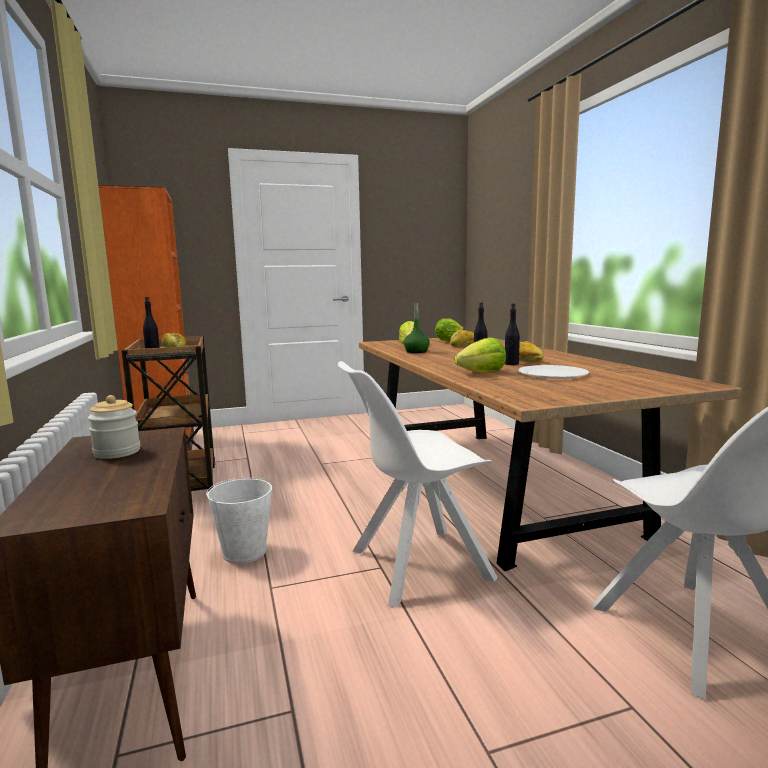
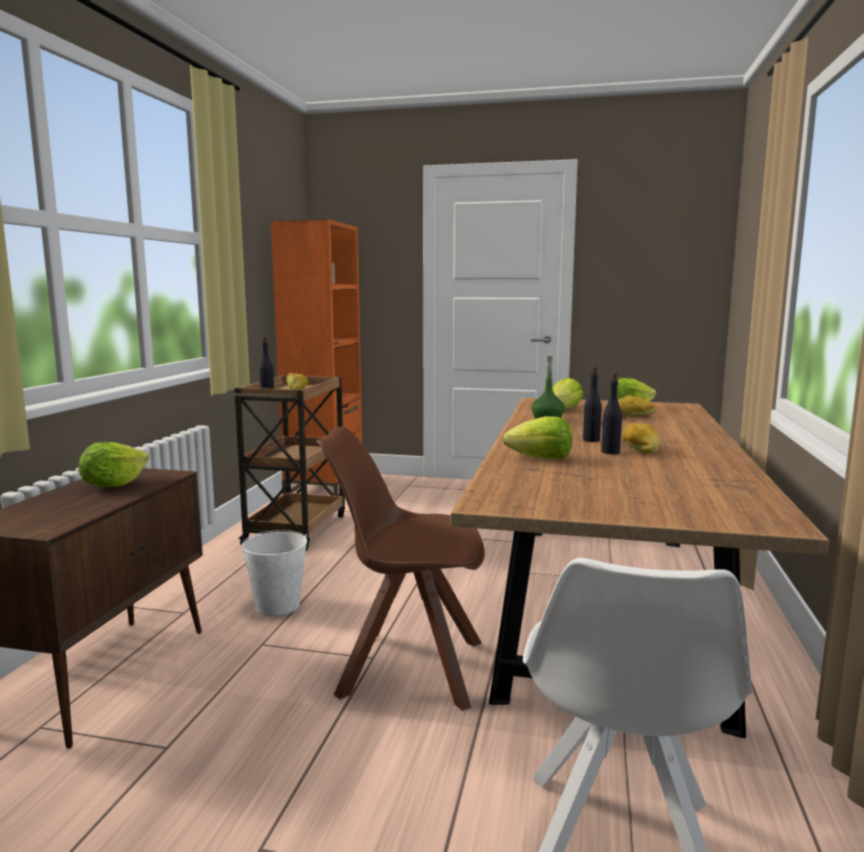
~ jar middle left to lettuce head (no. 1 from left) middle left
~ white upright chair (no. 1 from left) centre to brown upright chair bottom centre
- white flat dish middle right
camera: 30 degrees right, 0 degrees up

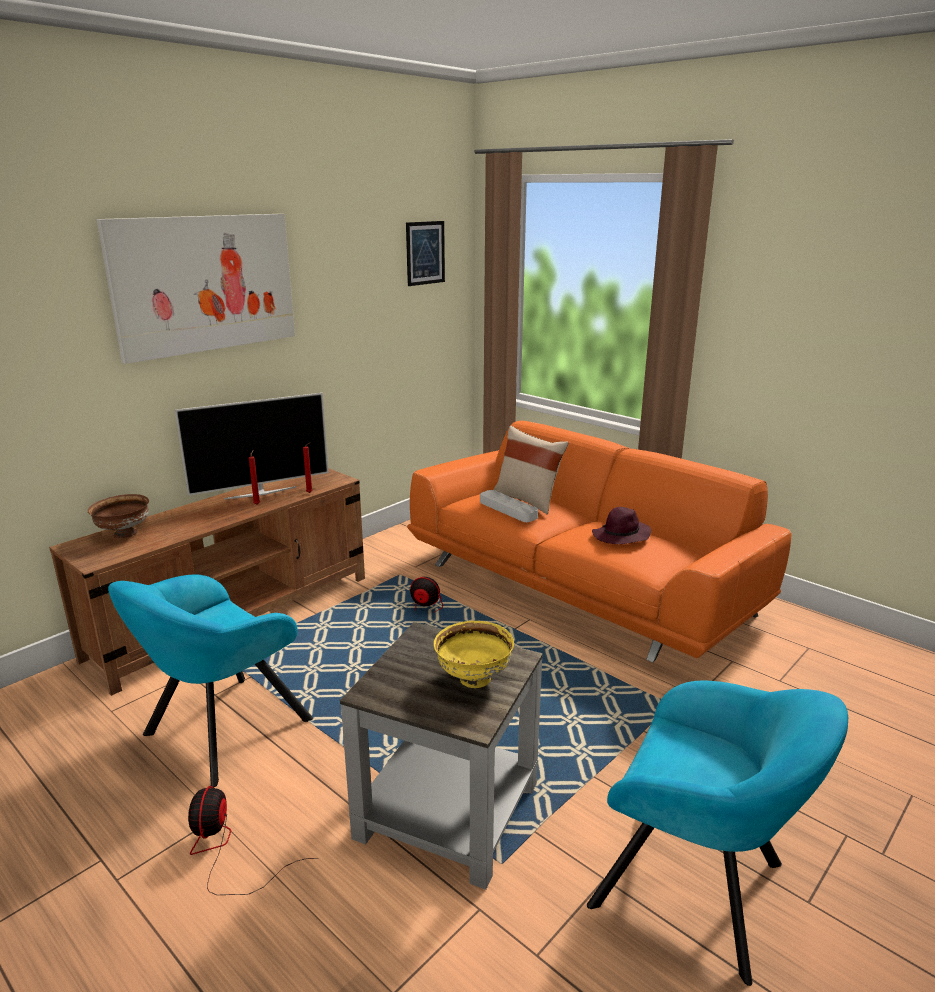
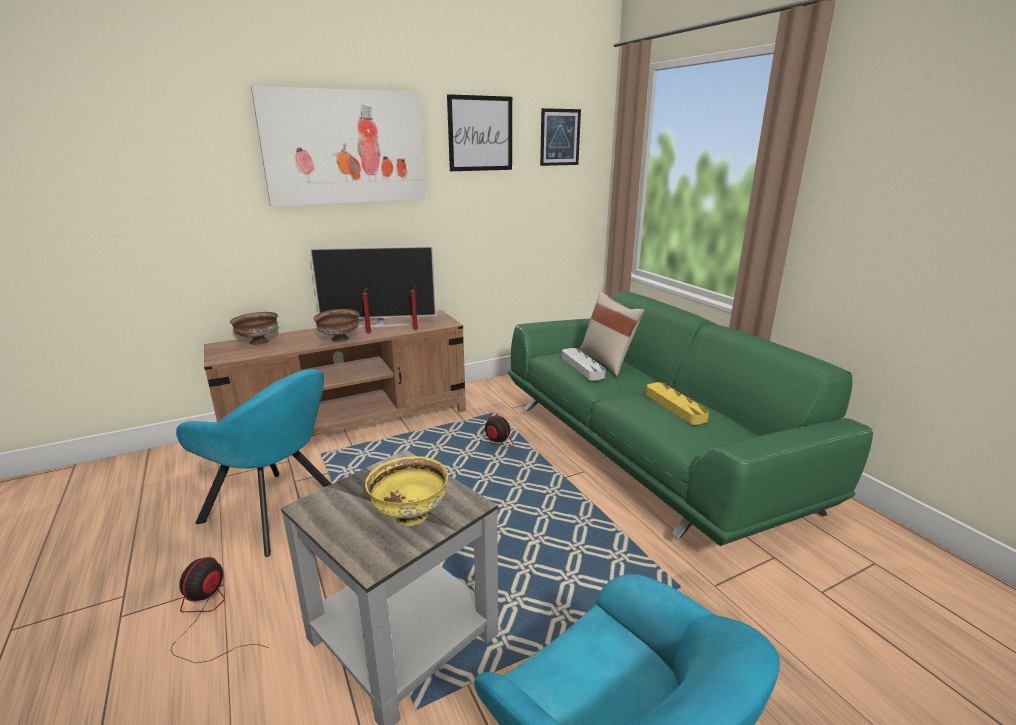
~ turquoise armchair (no. 1 from left) bottom left = middle left 120 degrees counterclockwise
+ brown serving bowl (no. 2 from left) middle left
+ picture (no. 2 from left) top centre
~ orange-coloured settee centre to green settee middle right
~ purple hat centre to yellow serving tray centre
camera: 20 degrees right, 0 degrees up

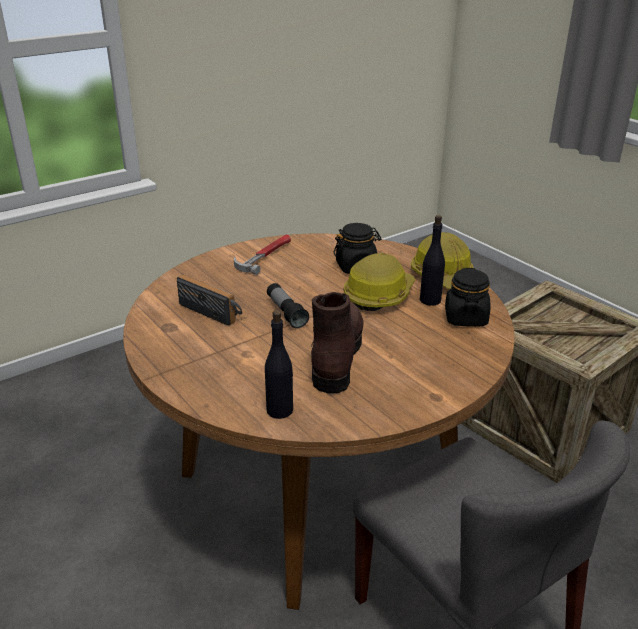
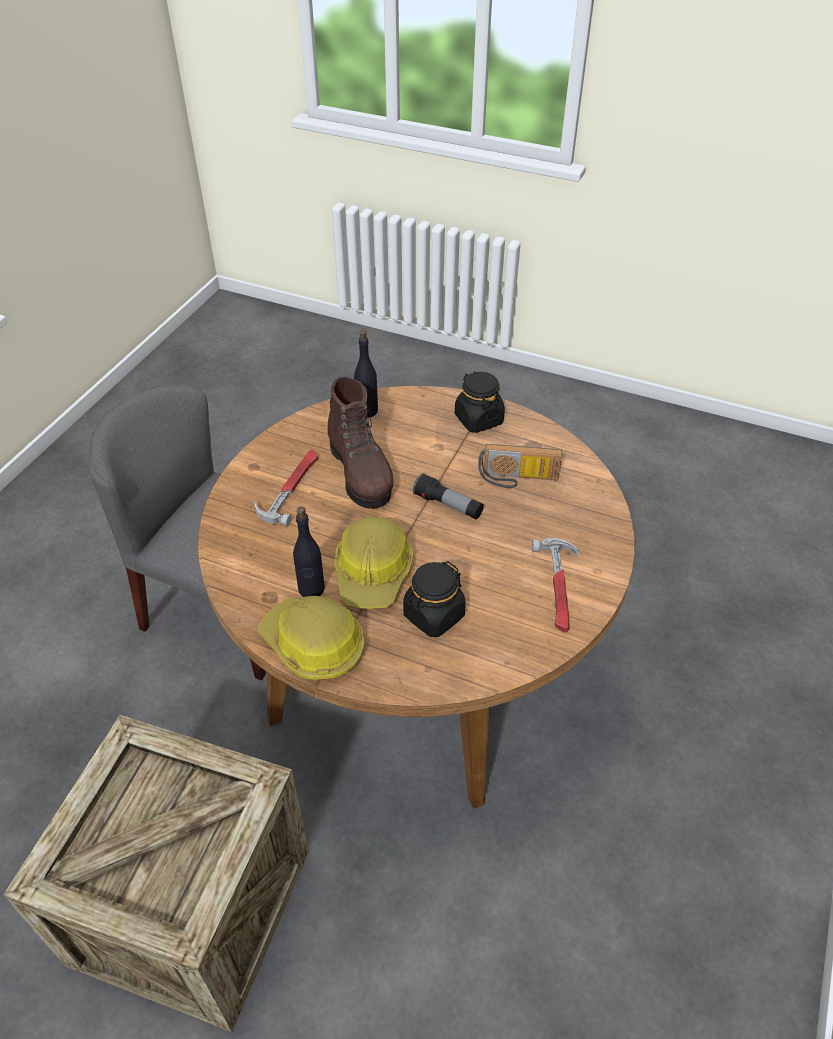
+ hand hammer (no. 1 from left) centre
~ black jar (no. 2 from left) middle right to centre
camera: 150 degrees right, 15 degrees up

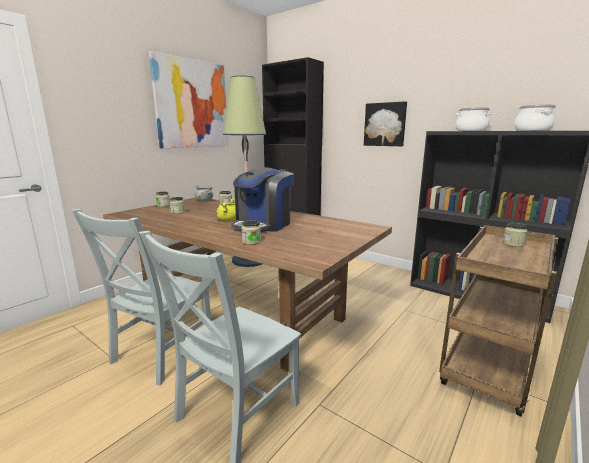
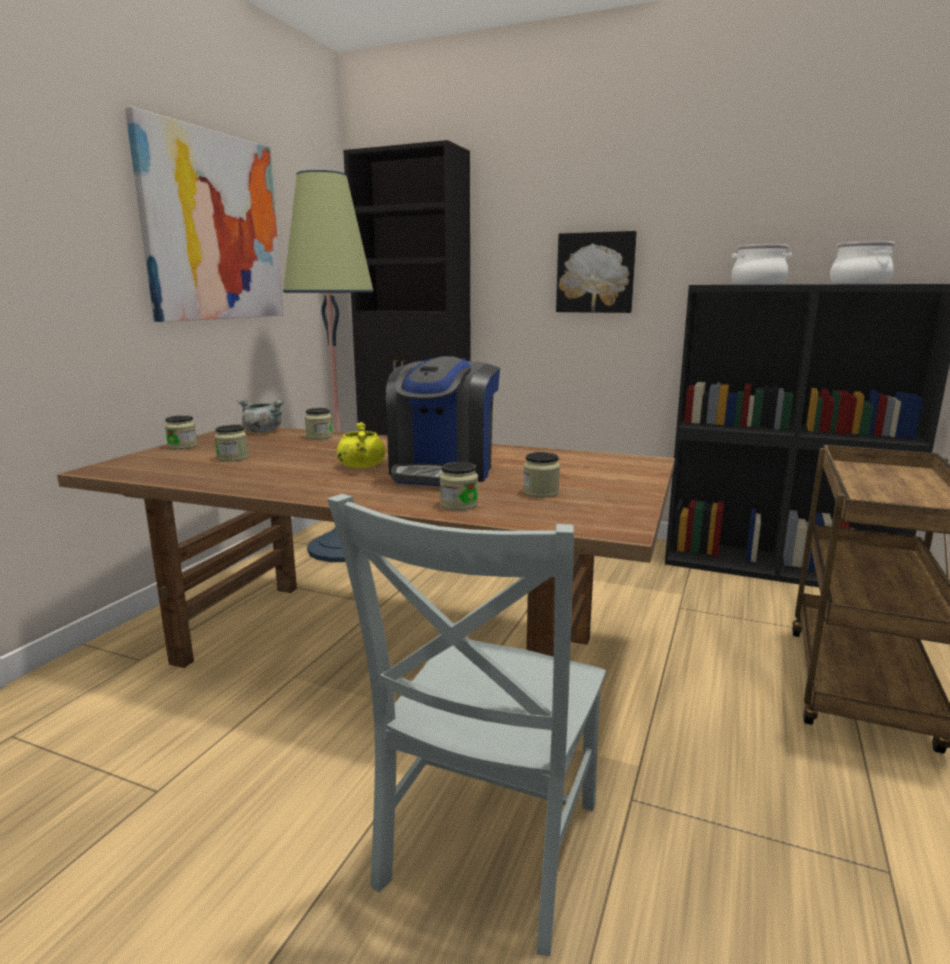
~ jar (no. 5 from left) middle right to centre
- gray upright chair (no. 1 from left) middle left
camera: 15 degrees left, 0 degrees up

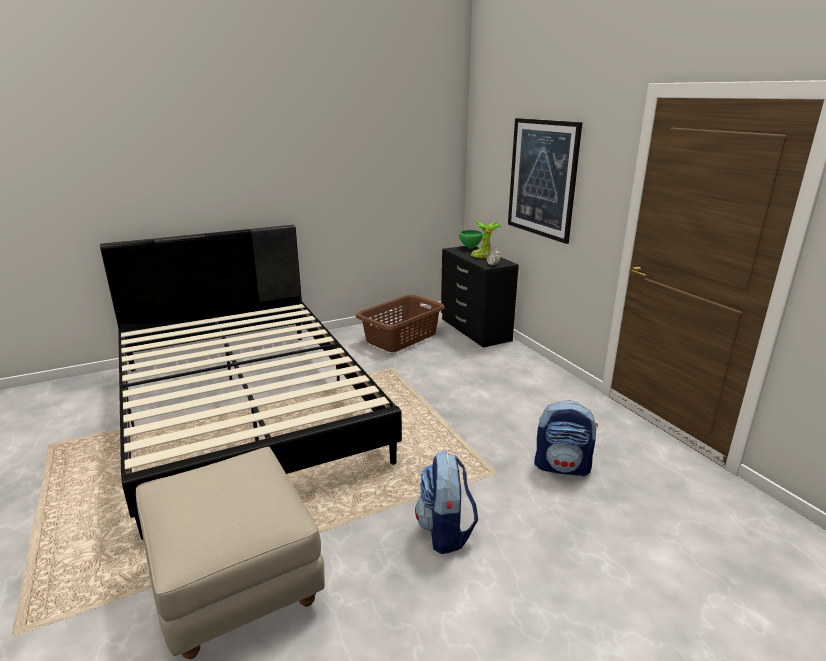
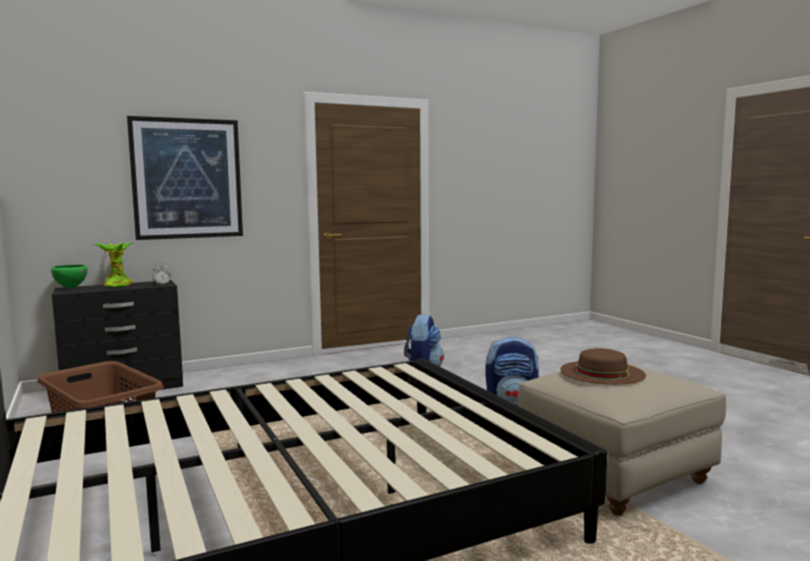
+ brown hat middle right
camera: 90 degrees left, 15 degrees down

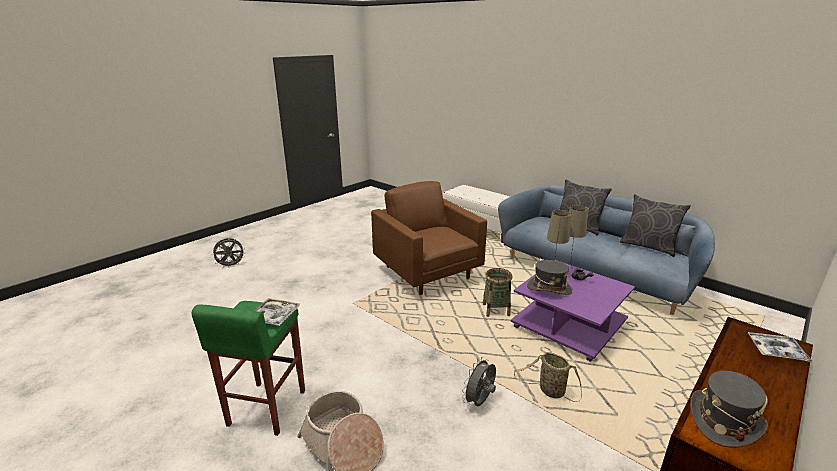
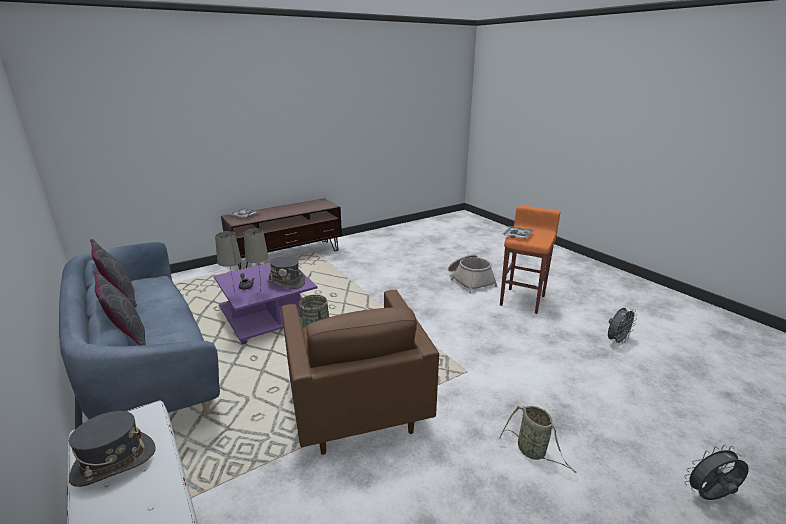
~ gray hat (no. 2 from left in the first image) bottom right to gray hat (no. 1 from left) bottom left
~ household basket (no. 3 from left) bottom centre to bottom right
~ green stool seat bottom left to orange-coloured stool seat middle right
~ gray electric fan (no. 2 from left in the first image) bottom centre to gray electric fan (no. 1 from left) middle right
camera: 165 degrees left, 0 degrees up

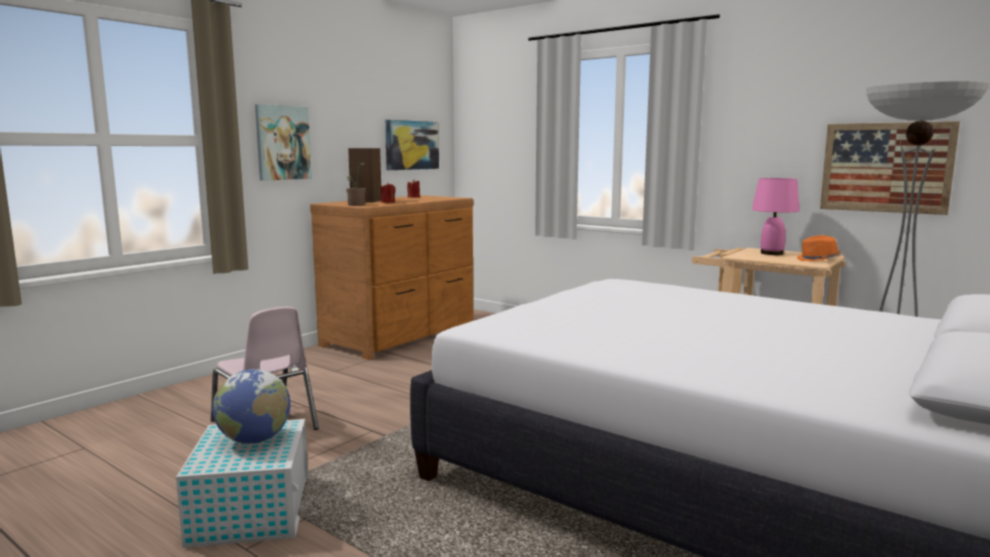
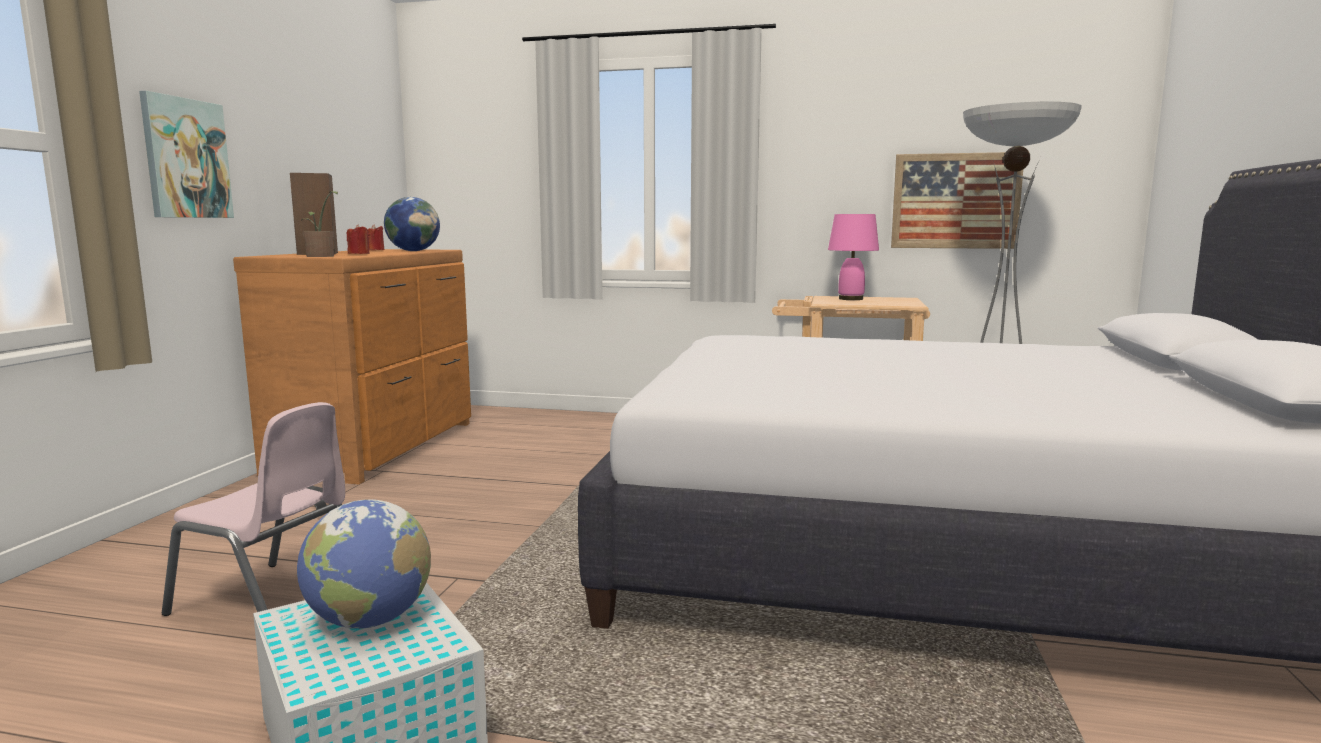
+ world globe (no. 2 from left) top left
- picture (no. 2 from left) top centre
- orange-coloured hat middle right
camera: 25 degrees left, 0 degrees up

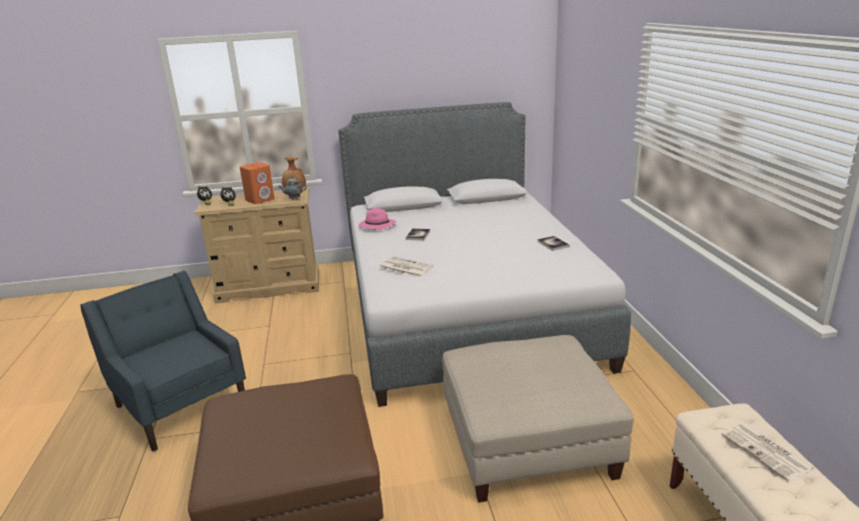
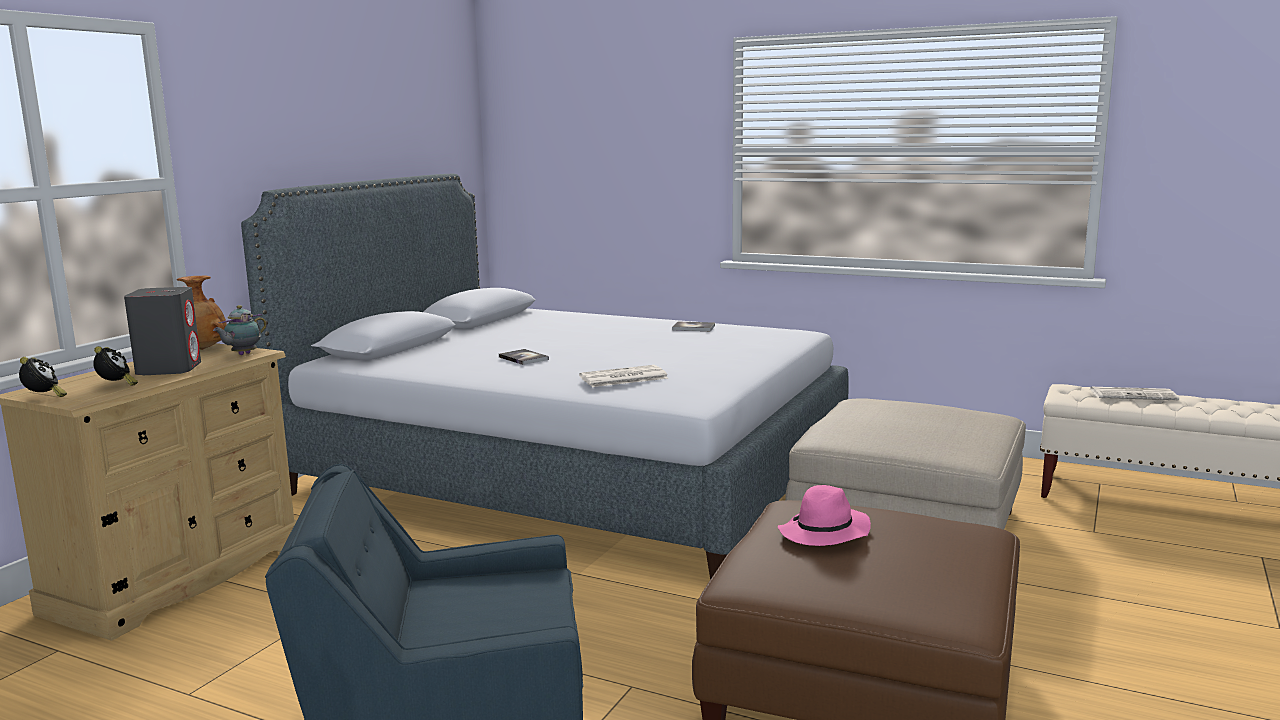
~ orange-coloured speaker middle left to gray speaker middle left
~ pink hat centre to bottom centre
camera: 55 degrees left, 10 degrees down

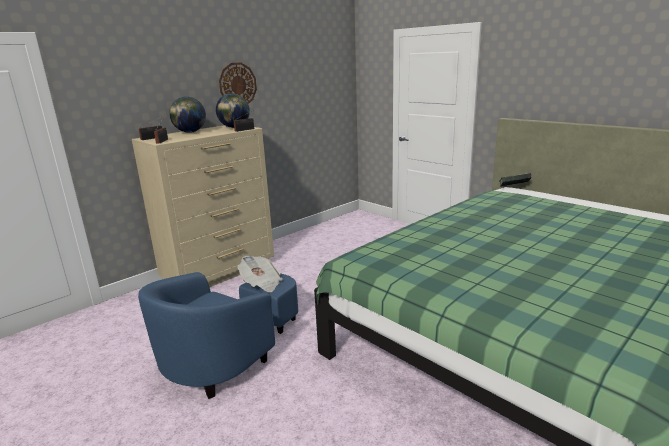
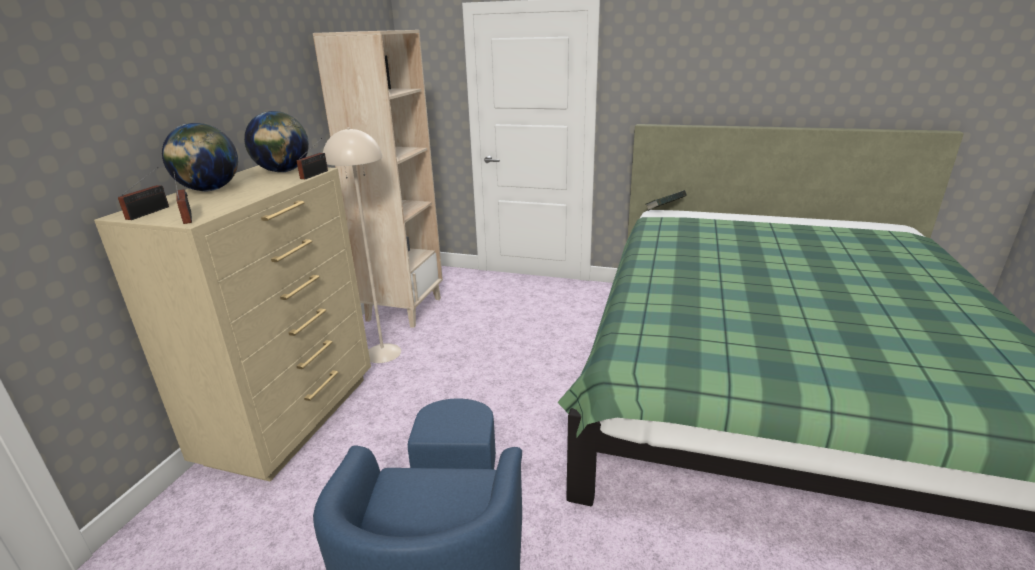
+ beige-coloured shelving unit top centre
+ beige-coloured standing lamp centre
- wall clock top centre
- printed paper centre
camera: 30 degrees left, 5 degrees up

